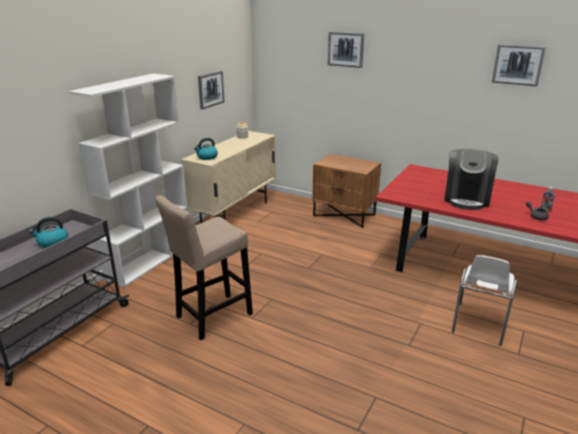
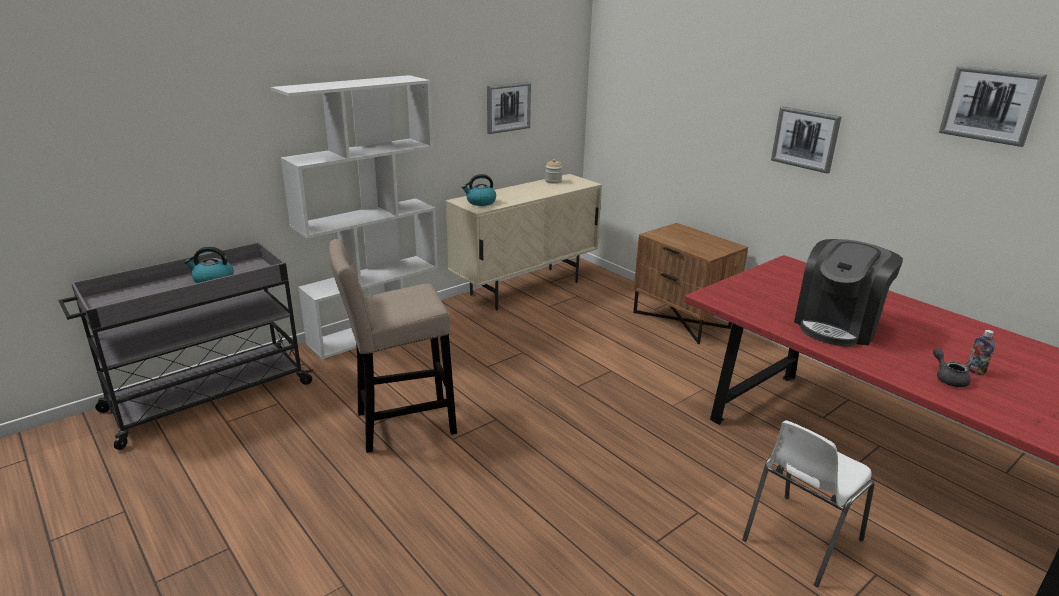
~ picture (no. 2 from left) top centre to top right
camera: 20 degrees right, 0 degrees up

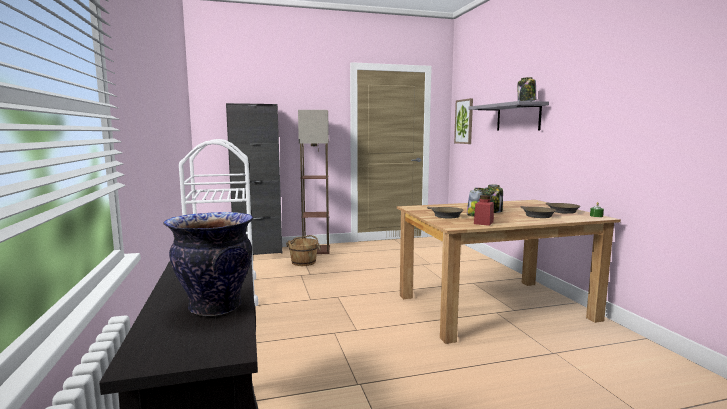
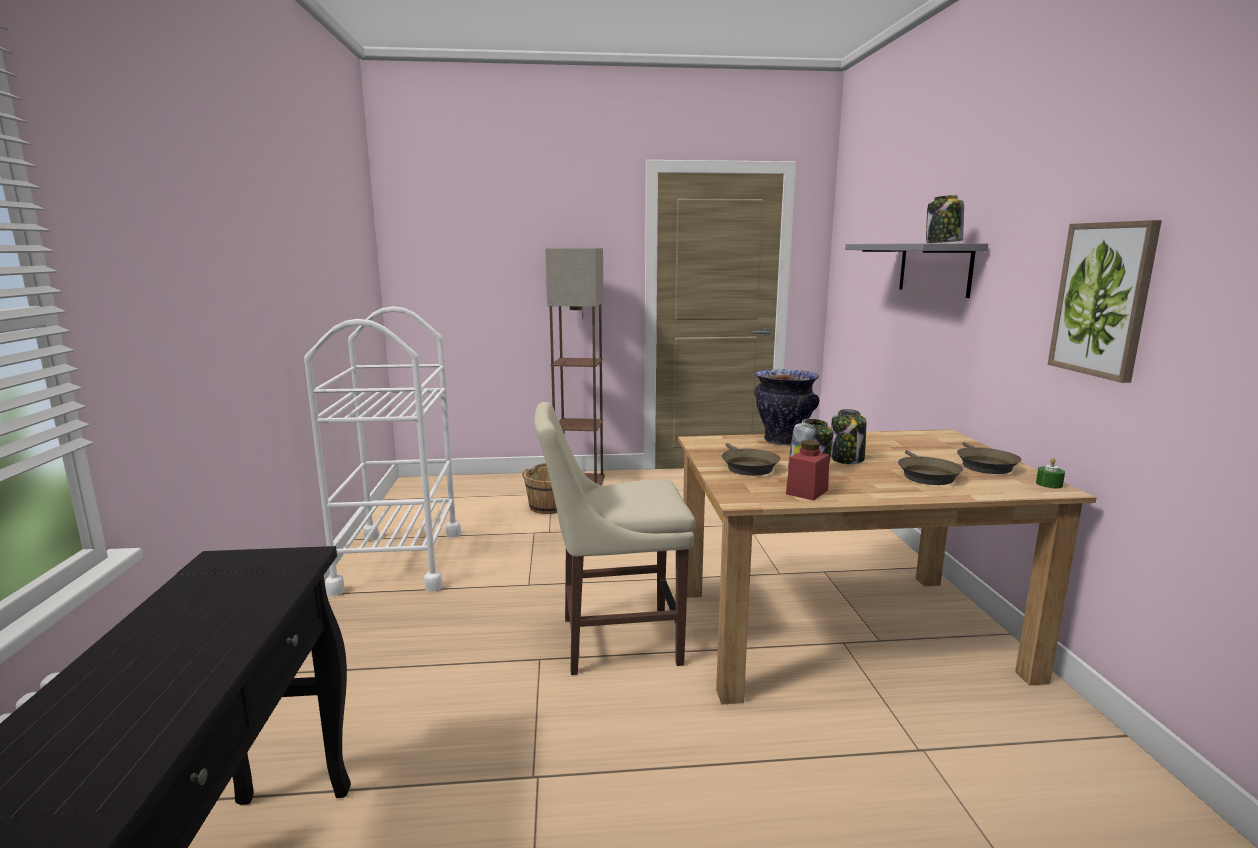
+ beige-coloured upright chair centre
~ vase middle left to centre
~ picture top centre to middle right
- black cabinet centre
camera: 10 degrees right, 5 degrees up

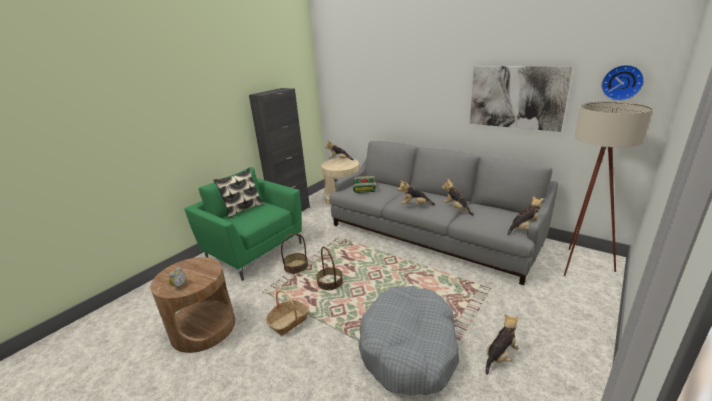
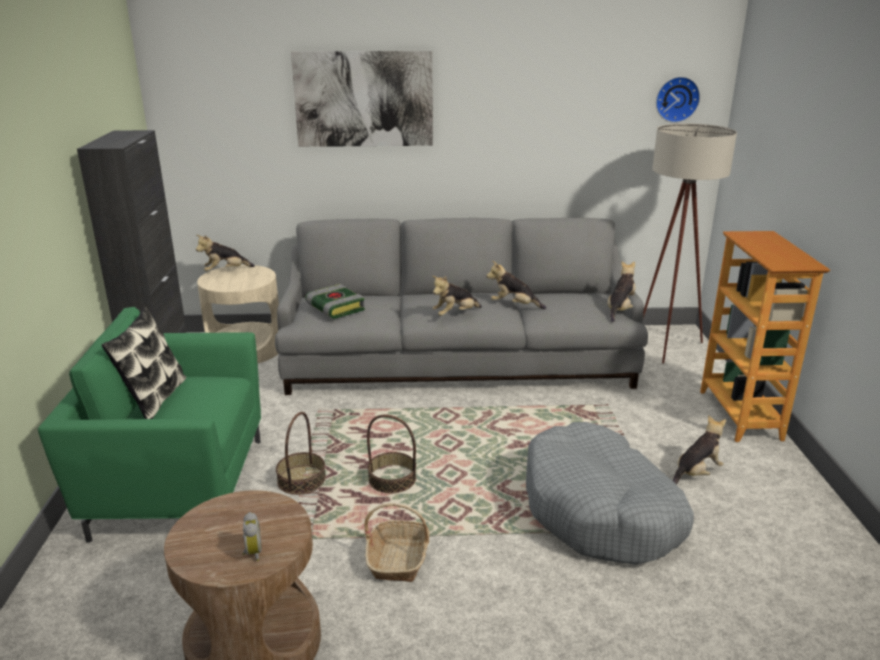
~ picture top right to top centre
~ plush toy (no. 4 from left in the first image) bottom right = bottom right 45 degrees clockwise
+ shelving unit middle right
camera: 40 degrees left, 0 degrees up

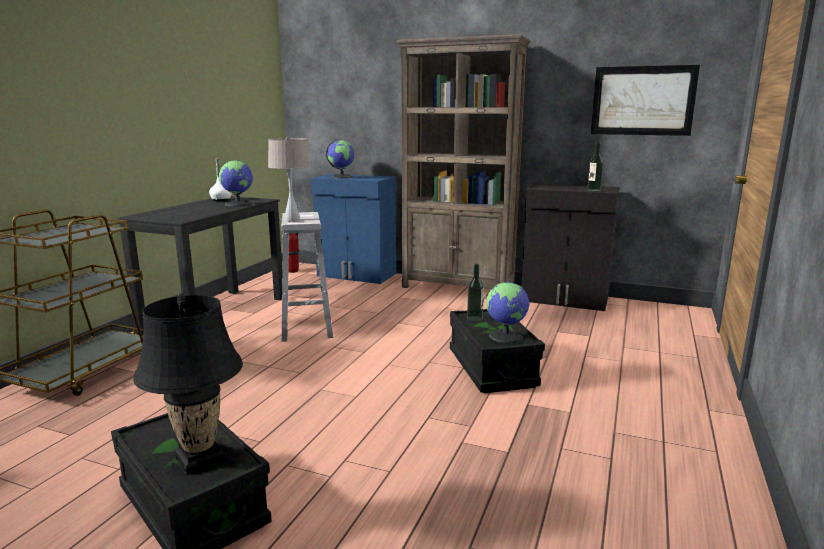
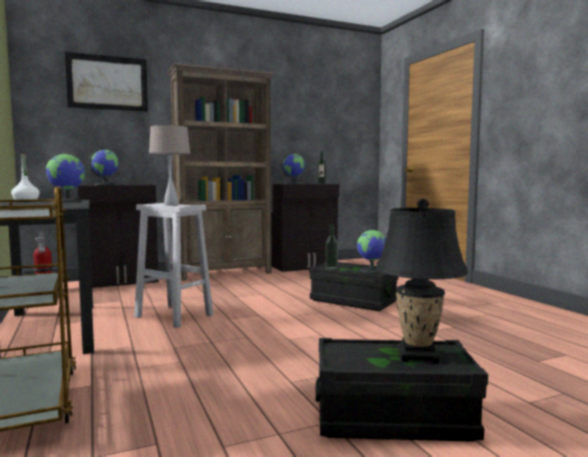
~ picture top right to top left
~ blue cabinet centre to black cabinet (no. 1 from left) middle left
+ world globe (no. 3 from left) centre
camera: 45 degrees left, 10 degrees down

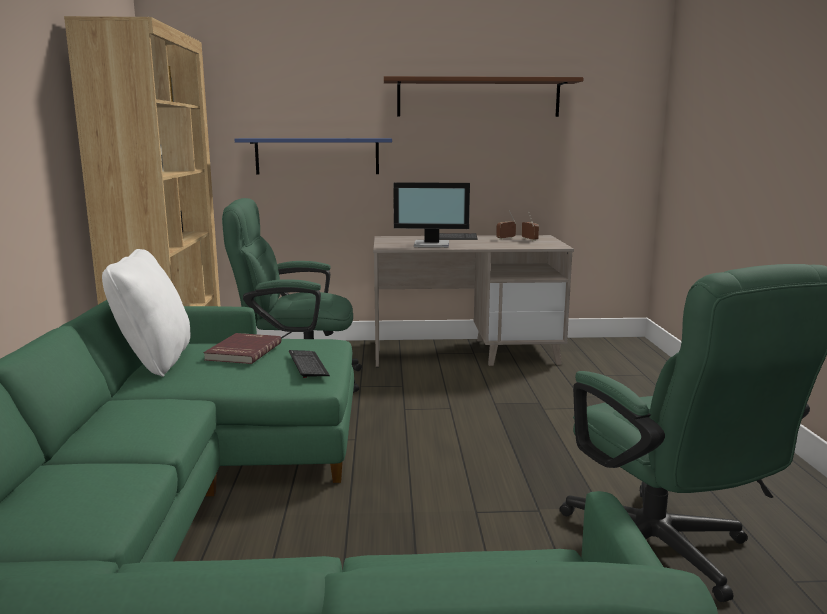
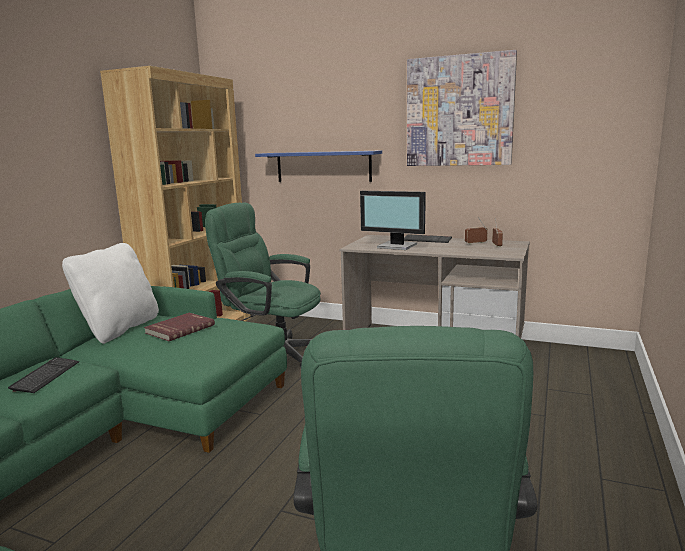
~ PC keyboard (no. 1 from left) centre to bottom left
~ brown bracket shelf top centre to picture top right
camera: 25 degrees right, 0 degrees up

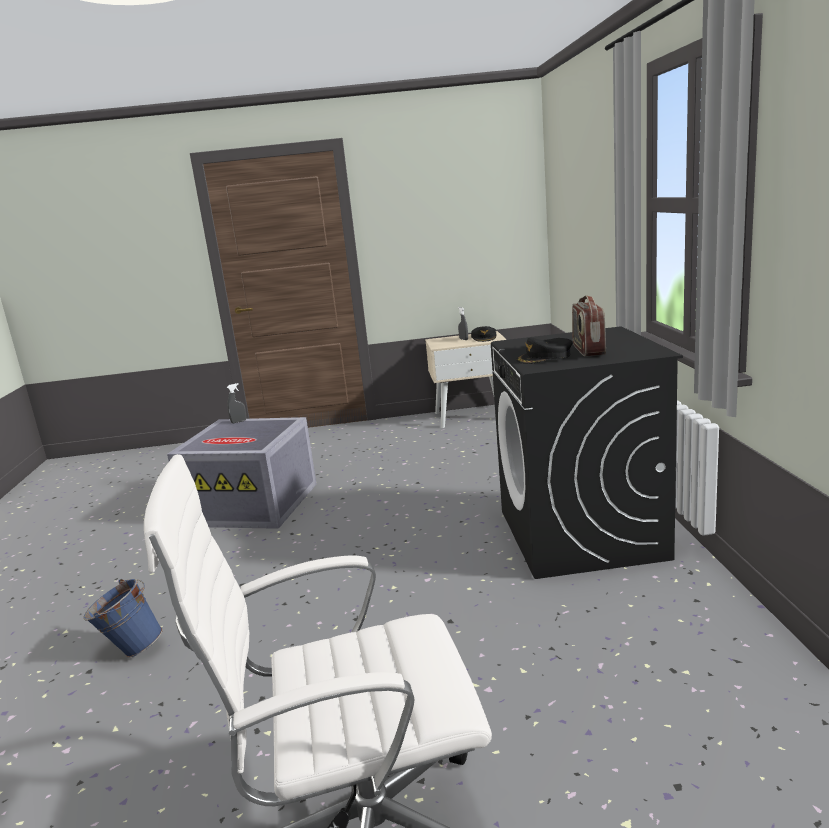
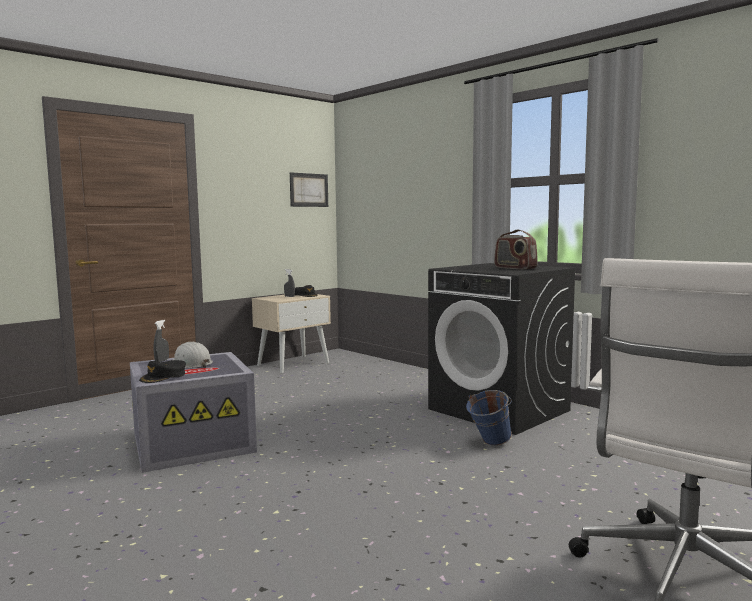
~ black peaked cap (no. 2 from left in the first image) centre to black peaked cap (no. 1 from left) middle left
+ white safety helmet middle left
+ picture top centre
~ blue water bucket bottom left to bottom centre
camera: 40 degrees left, 10 degrees down

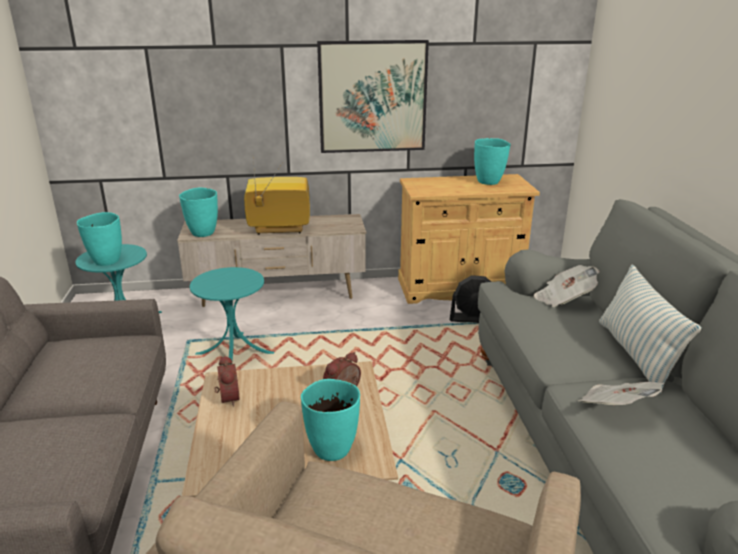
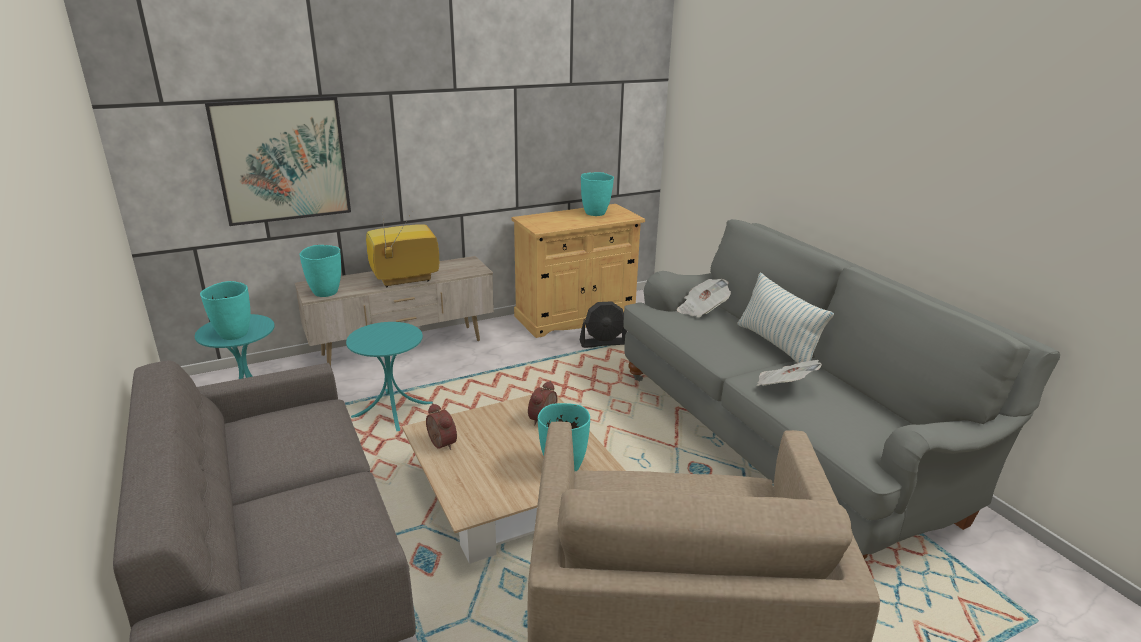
~ picture top centre to top left
camera: 20 degrees left, 0 degrees up

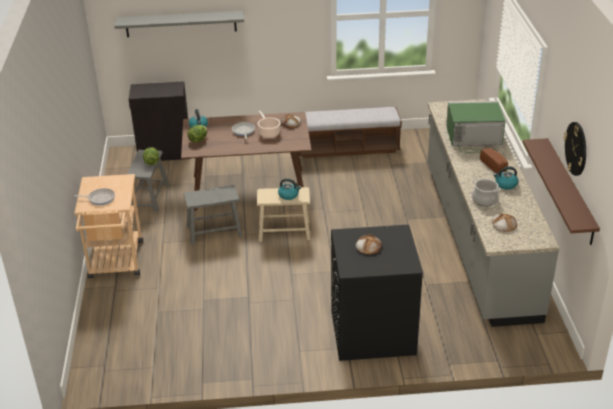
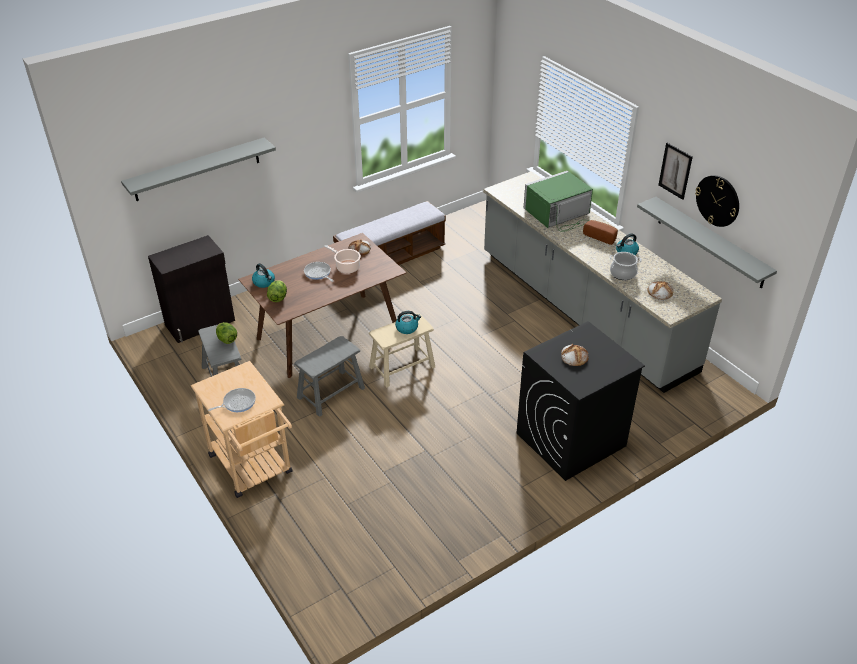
~ brown bracket shelf middle right to gray bracket shelf (no. 2 from left) middle right
+ picture top right
camera: 30 degrees left, 5 degrees up

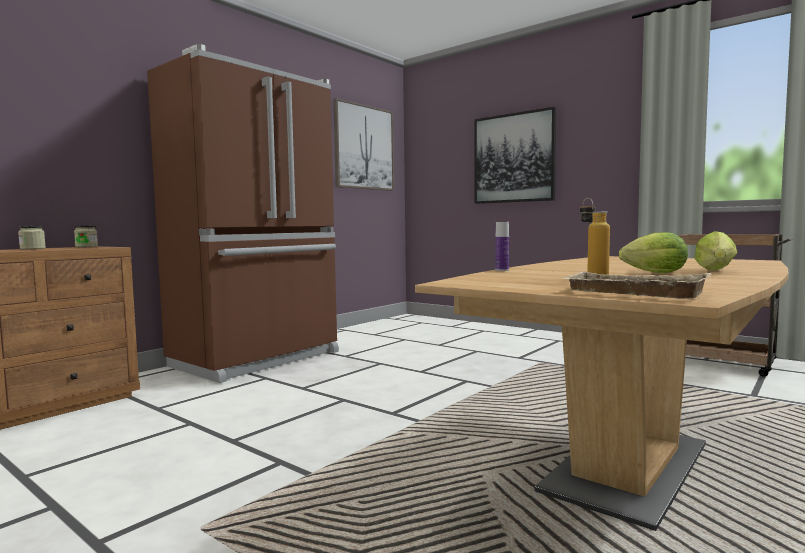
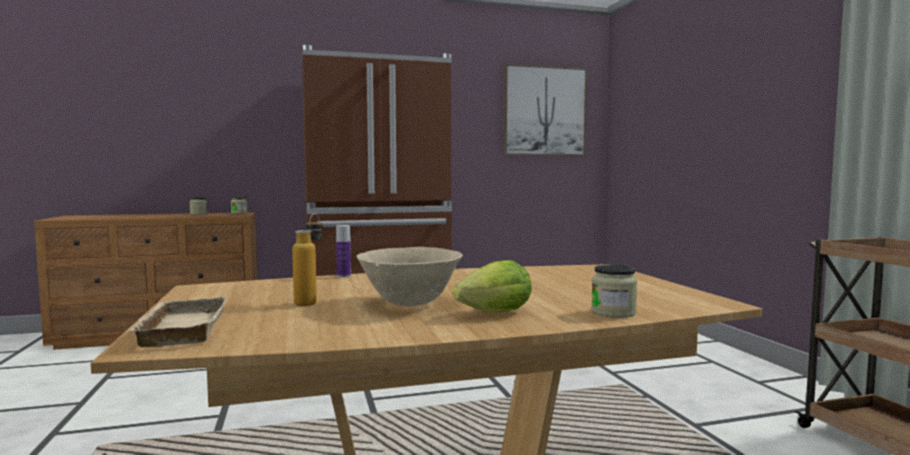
~ lettuce head (no. 1 from left) middle right to beige-coloured serving bowl centre
+ jar (no. 3 from left) middle right
- picture (no. 2 from left) top centre
camera: 35 degrees right, 0 degrees up

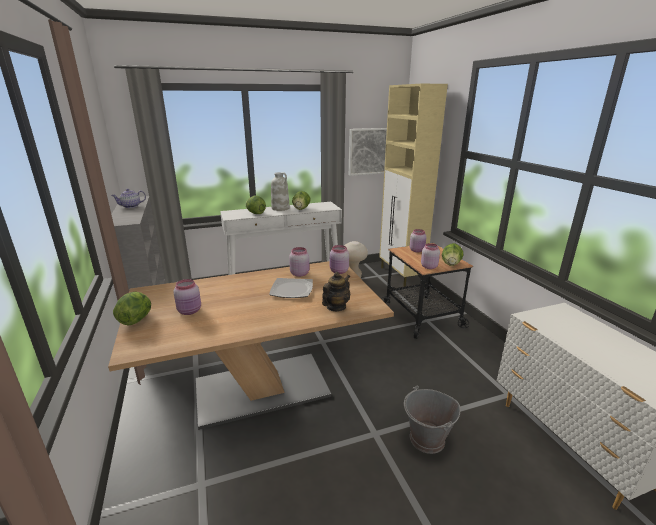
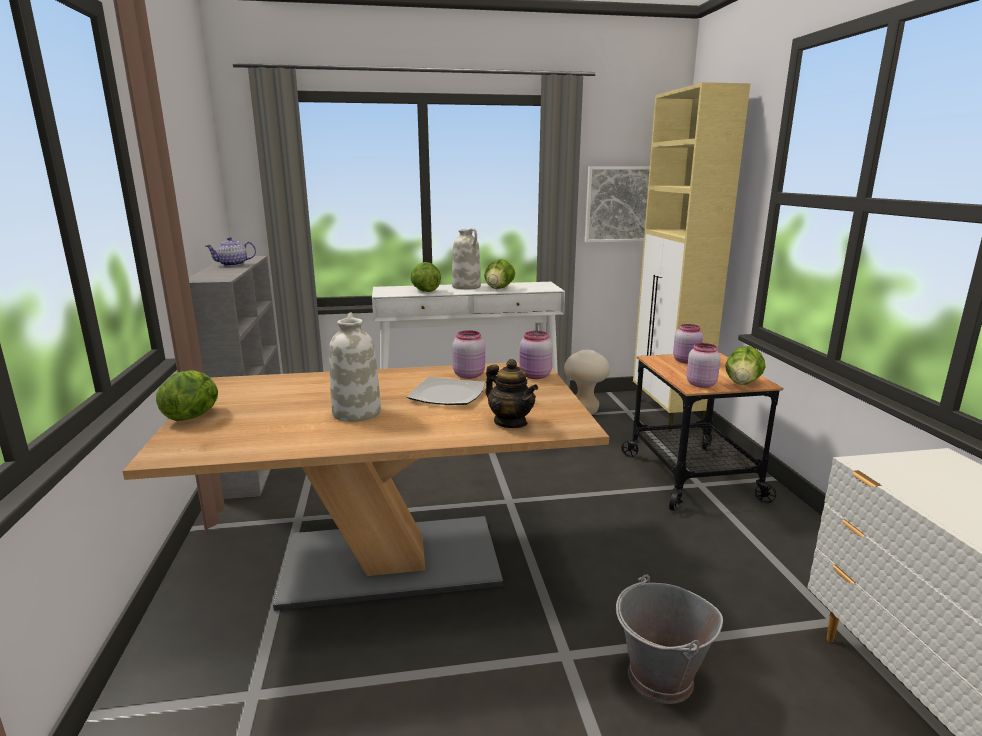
+ white vase (no. 1 from left) centre
~ teapot (no. 2 from left) centre = centre 90 degrees clockwise
- pink jar (no. 1 from left) middle left
camera: 10 degrees right, 5 degrees down

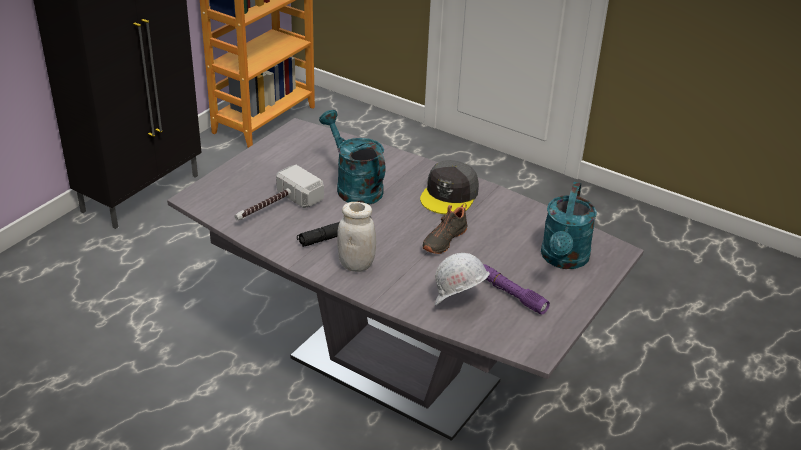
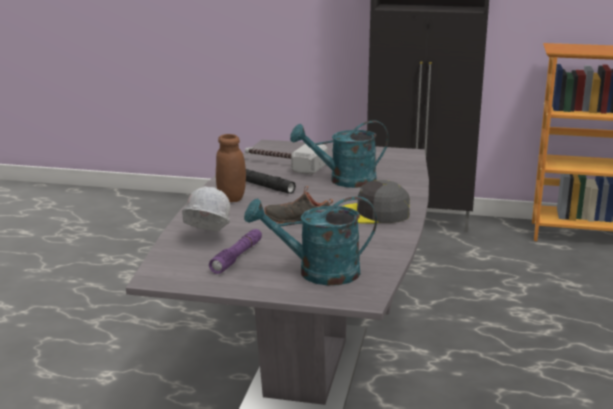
~ white jar centre to brown jar centre
~ turquoise watering can (no. 1 from left in the first image) centre = centre 135 degrees counterclockwise
camera: 70 degrees right, 15 degrees down

